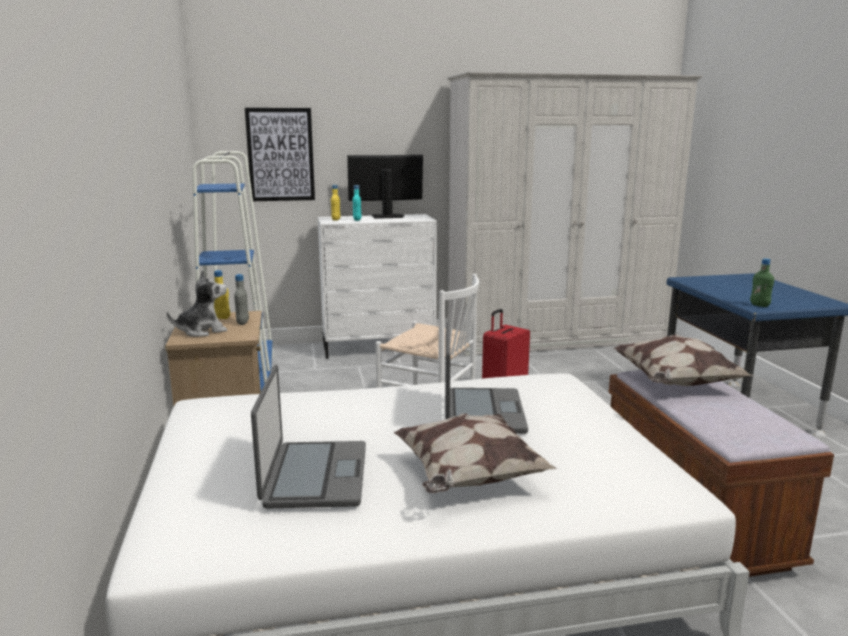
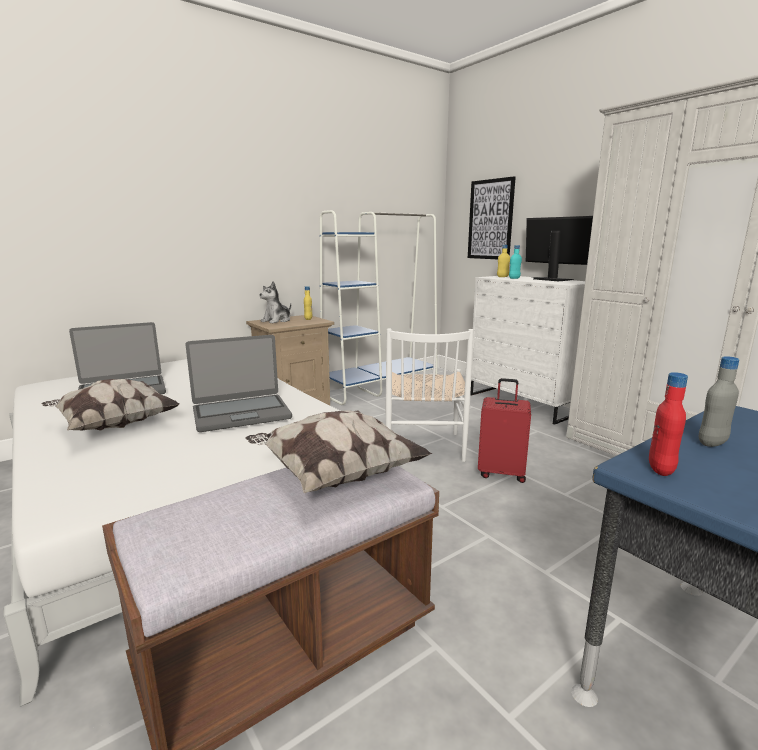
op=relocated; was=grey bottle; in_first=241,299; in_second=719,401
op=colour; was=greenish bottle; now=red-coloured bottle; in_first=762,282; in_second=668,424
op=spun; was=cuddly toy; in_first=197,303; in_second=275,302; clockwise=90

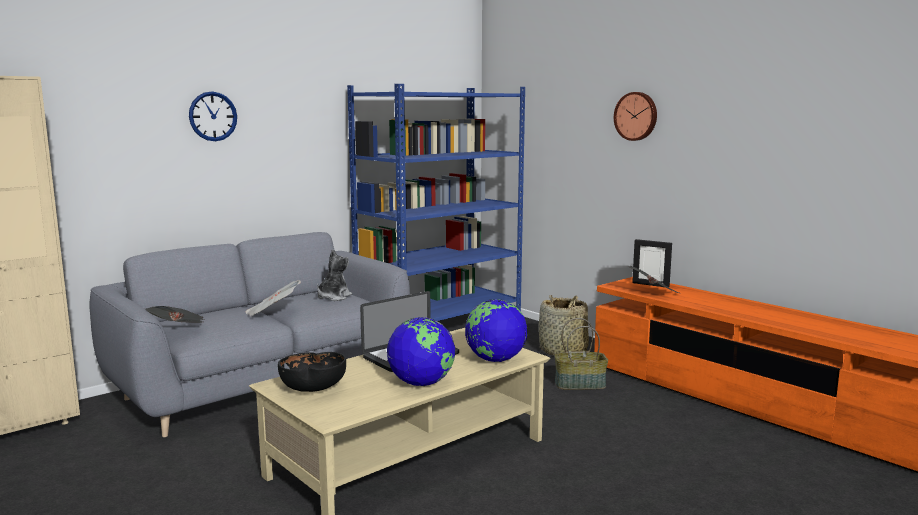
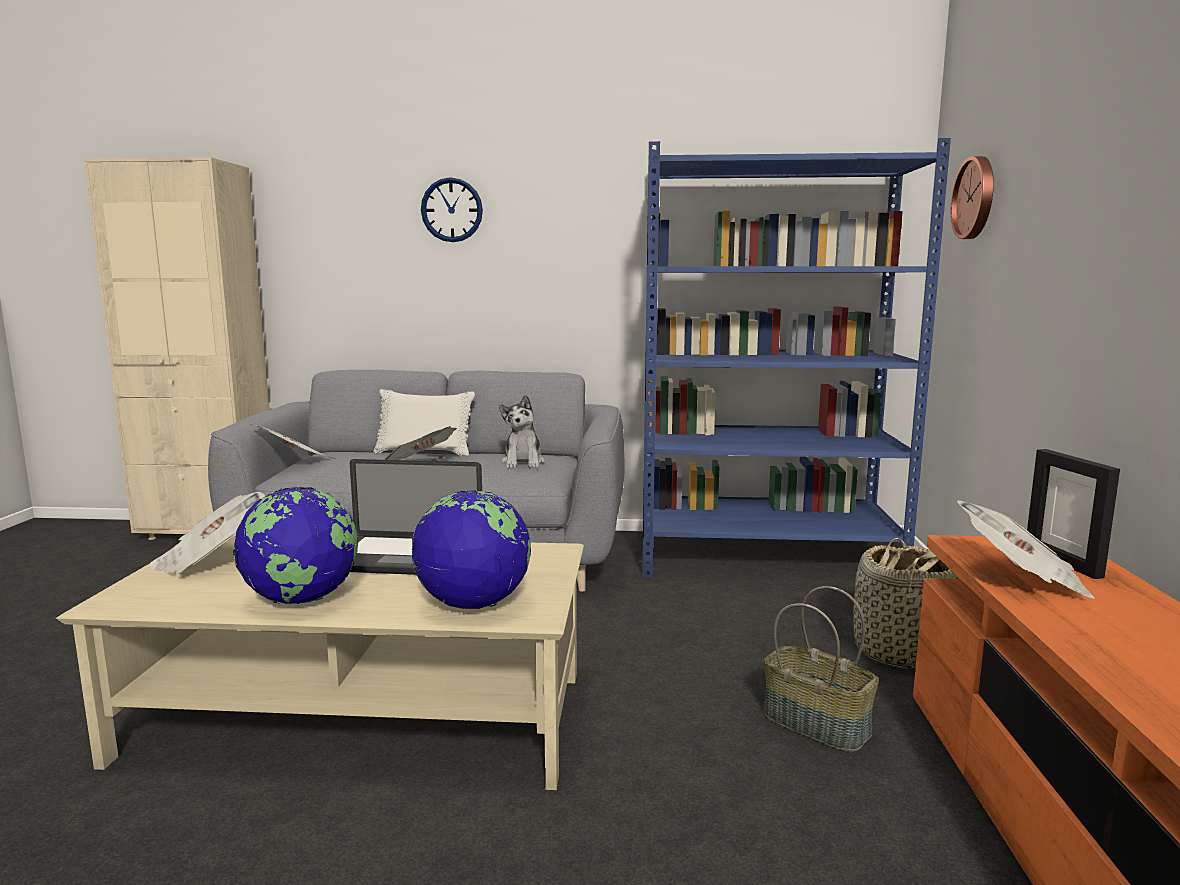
op=appeared; now=whitish cushion; in_second=424,423
op=relocated; was=clock on the wall; in_first=635,116; in_second=972,197
op=exchanged; was=black deep dish; now=newspaper; in_first=312,372; in_second=207,533
op=spun; was=cuddly toy; in_first=334,275; in_second=522,432; clockwise=105

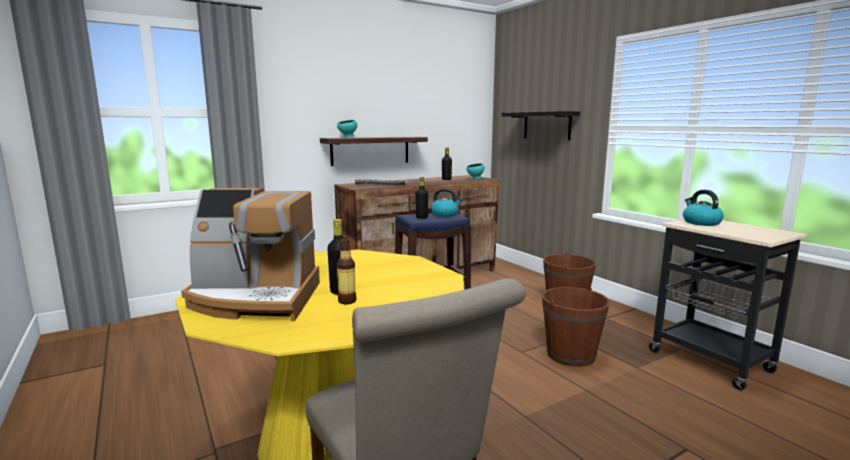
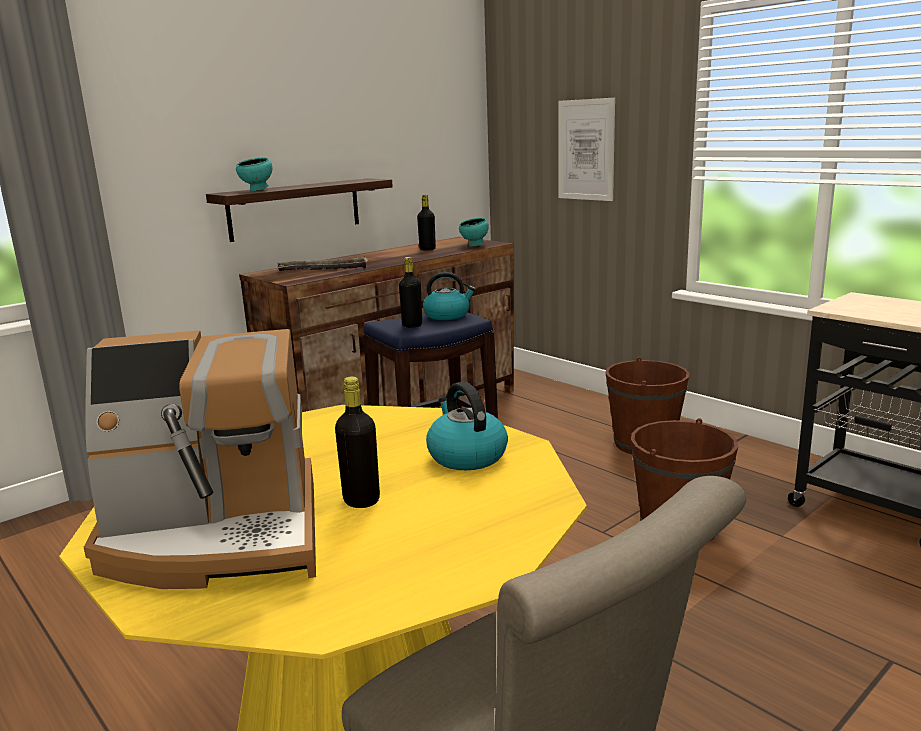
op=missing; was=bottle; in_first=346,270
op=relocated; was=tea kettle; in_first=703,208; in_second=467,426
op=exchanged; was=black bracket shelf; now=wall art; in_first=541,125; in_second=586,149

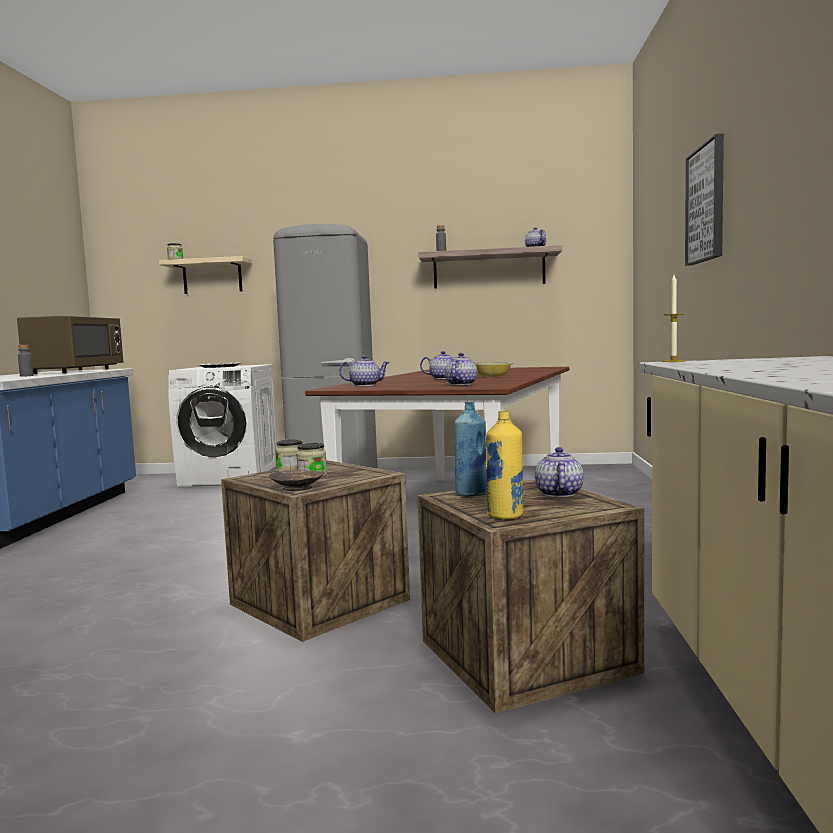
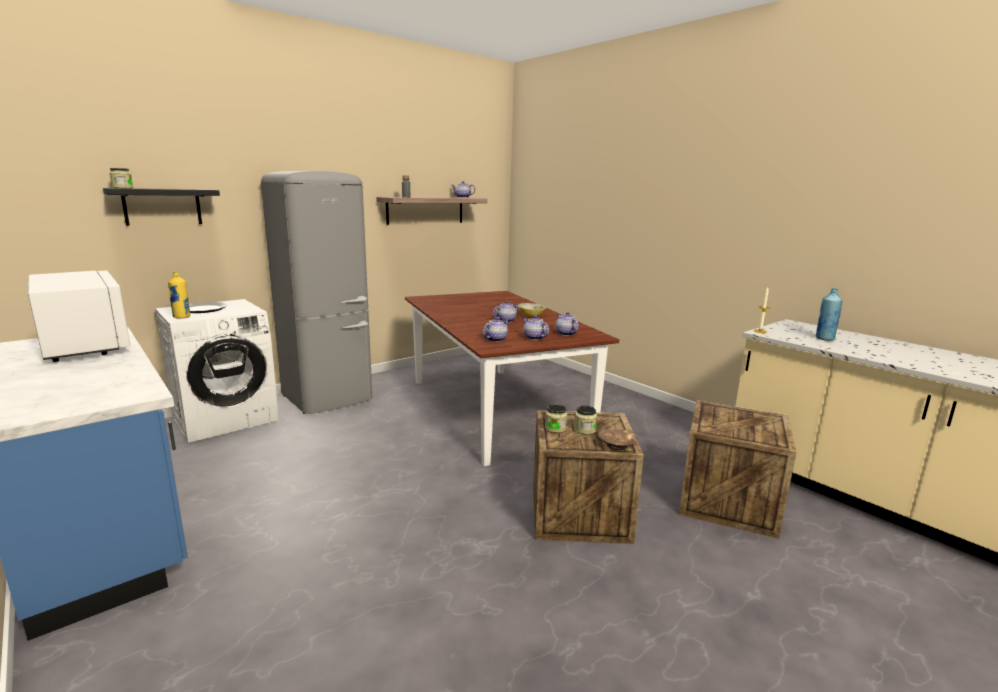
op=missing; was=grey bottle; in_first=26,361
op=missing; was=wall art; in_first=704,199
op=relocated; was=blue-coloured bottle; in_first=470,449; in_second=829,314
op=relocated; was=yellowish bottle; in_first=504,465; in_second=179,295
op=relocated; was=tea pot; in_first=559,472; in_second=536,328
op=colour; was=brownish microwave; now=whitish microwave; in_first=70,345; in_second=79,316
op=colour; was=beige bracket shelf; now=black bracket shelf; in_first=205,275; in_second=161,207

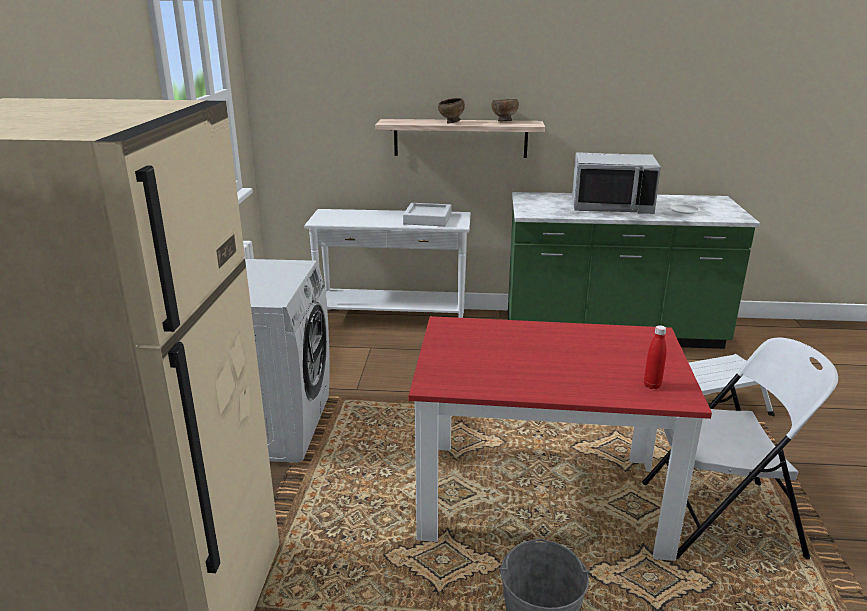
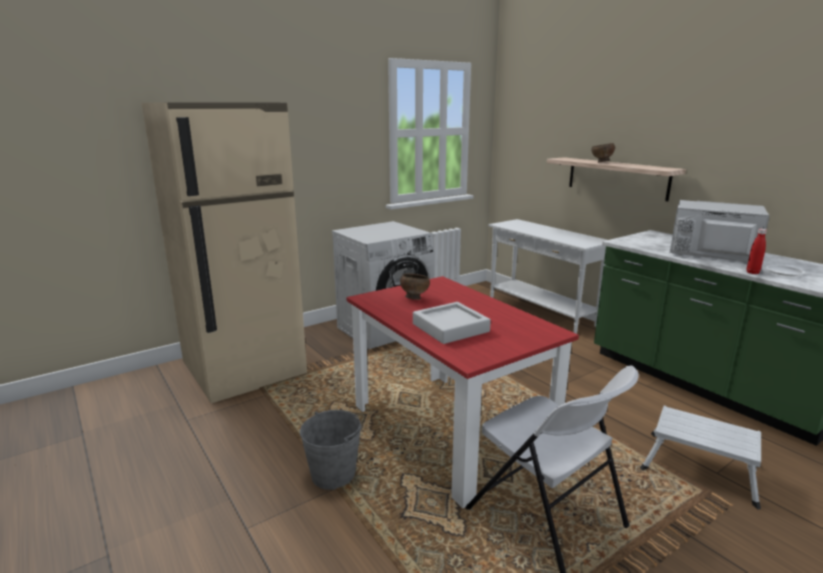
op=relocated; was=grey tray; in_first=427,214; in_second=452,323
op=relocated; was=brownish deep dish; in_first=505,110; in_second=415,287
op=relocated; was=red-coloured bottle; in_first=655,357; in_second=757,251
op=spun; was=grey microwave; in_first=616,183; in_second=719,231; clockwise=150

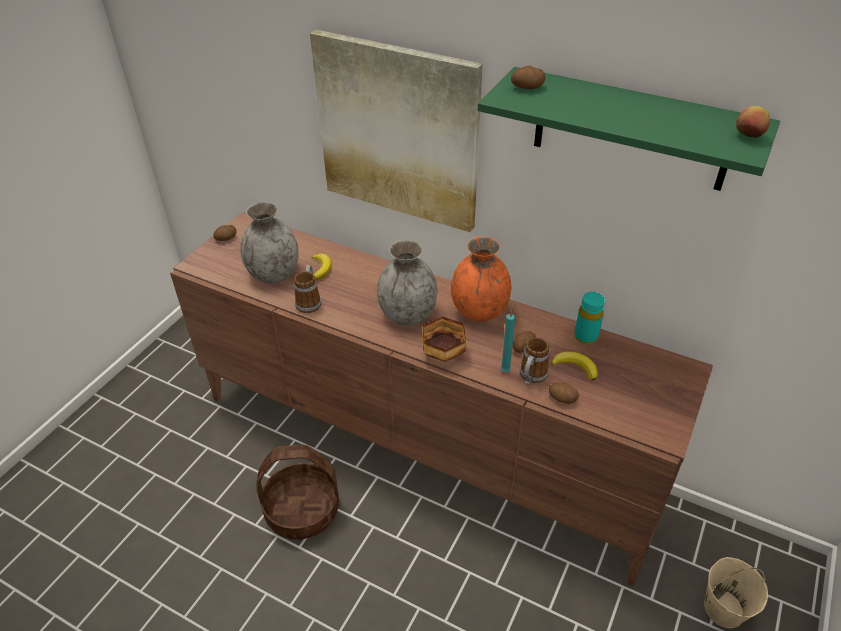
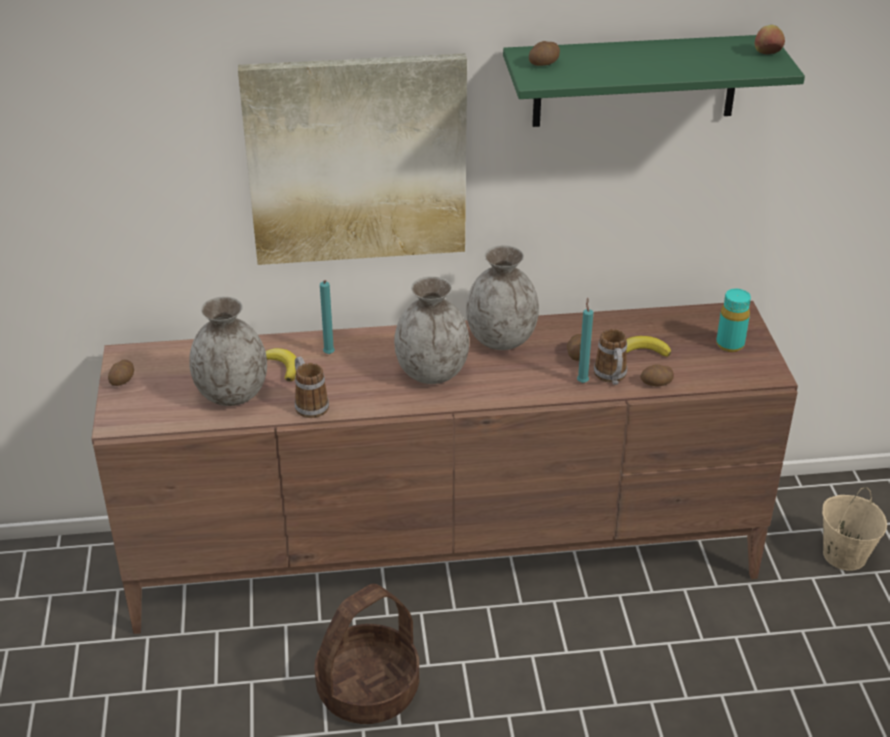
op=missing; was=deep dish; in_first=444,339
op=appeared; now=blue-green wax light; in_second=327,317
op=relocated; was=blue-green bottle; in_first=589,318; in_second=733,320
op=colour; was=orange flower vase; now=grey flower vase; in_first=481,279; in_second=502,297

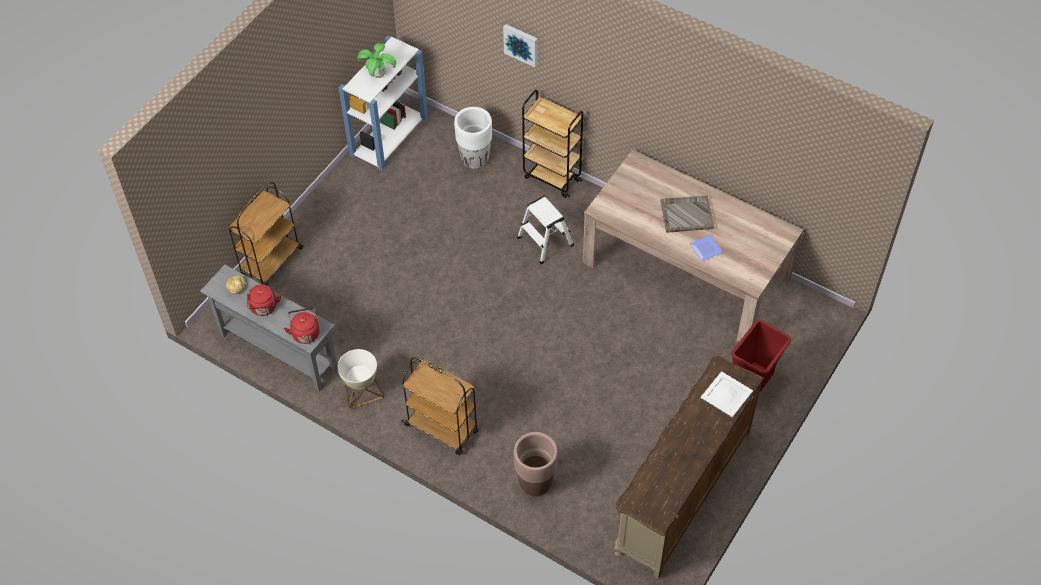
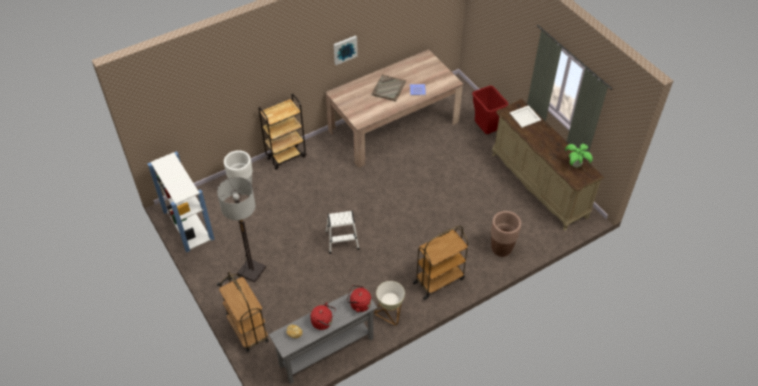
op=appeared; now=floor lamp; in_second=241,232
op=relocated; was=potted plant; in_first=376,60; in_second=579,156
op=relocated; was=wall art; in_first=520,45; in_second=346,50
op=relocated; was=whitish step ladder; in_first=545,230; in_second=342,232

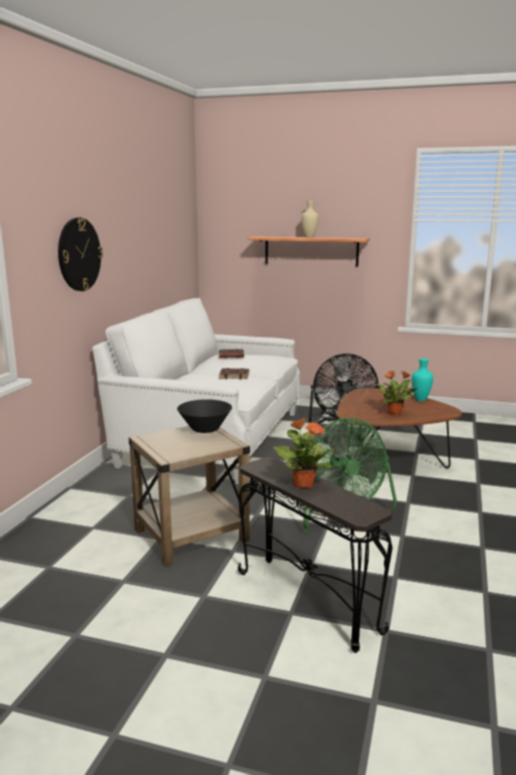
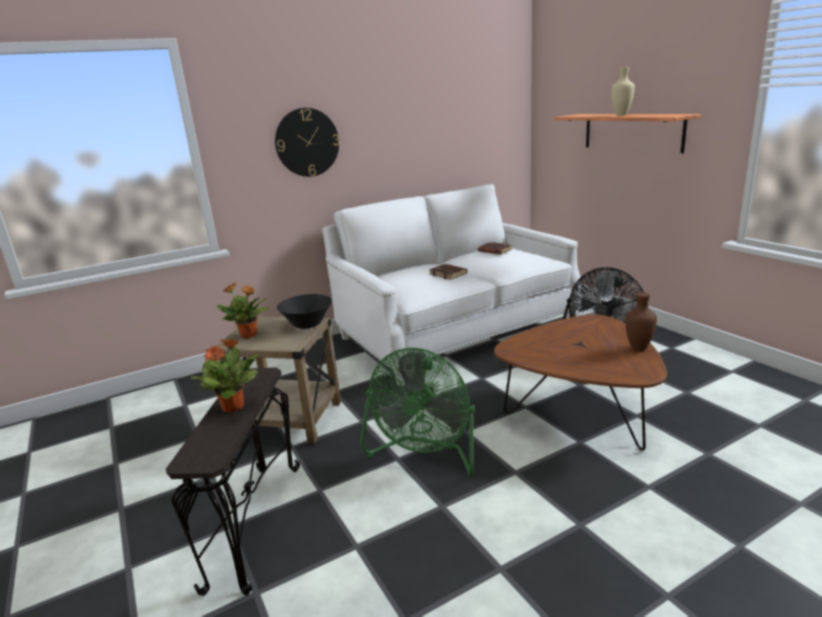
op=relocated; was=potted plant; in_first=396,393; in_second=243,310
op=colour; was=blue-green flower vase; now=brownish flower vase; in_first=422,379; in_second=641,321

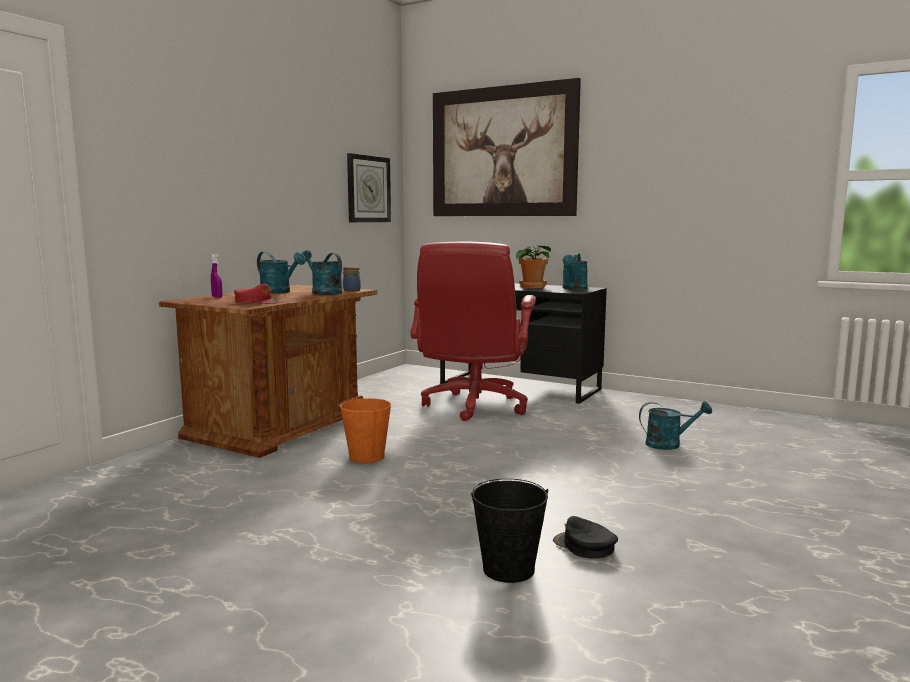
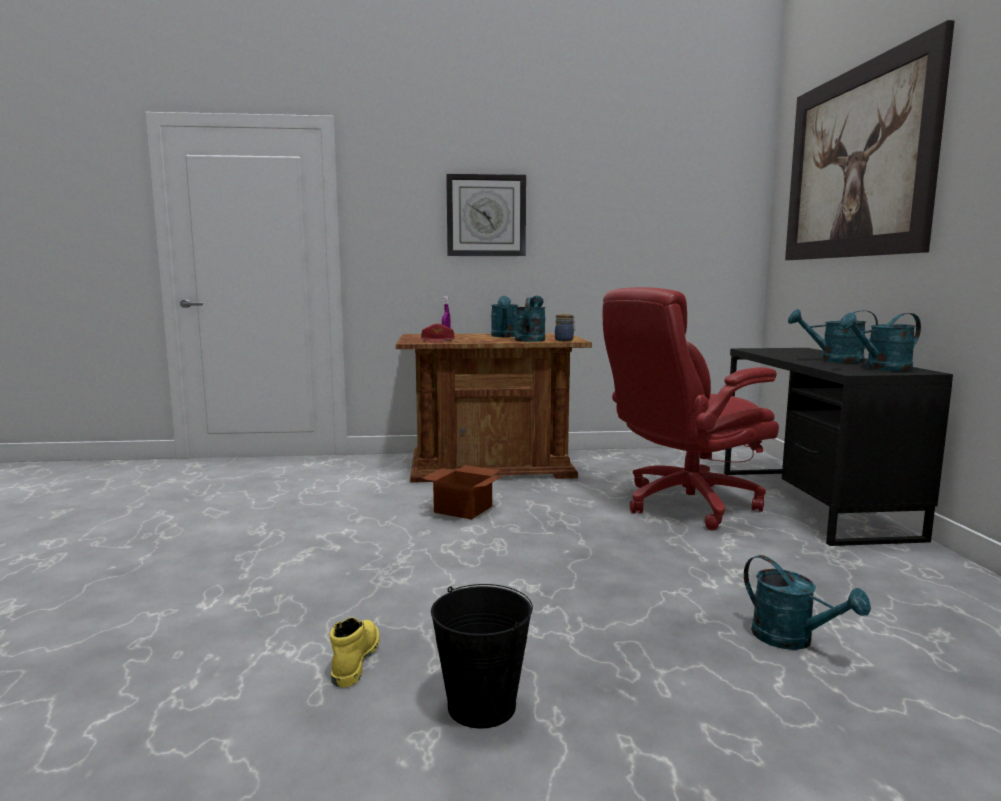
op=relocated; was=clock on the wall; in_first=369,187; in_second=486,215
op=relocated; was=black water bucket; in_first=509,531; in_second=482,656
op=exchanged; was=orange water bucket; now=cardboard box; in_first=365,429; in_second=463,492
op=exchanged; was=potted plant; now=blue-green watering pot; in_first=533,267; in_second=833,336
op=exchanged; was=black cap; now=yellowish boot; in_first=585,537; in_second=354,652

